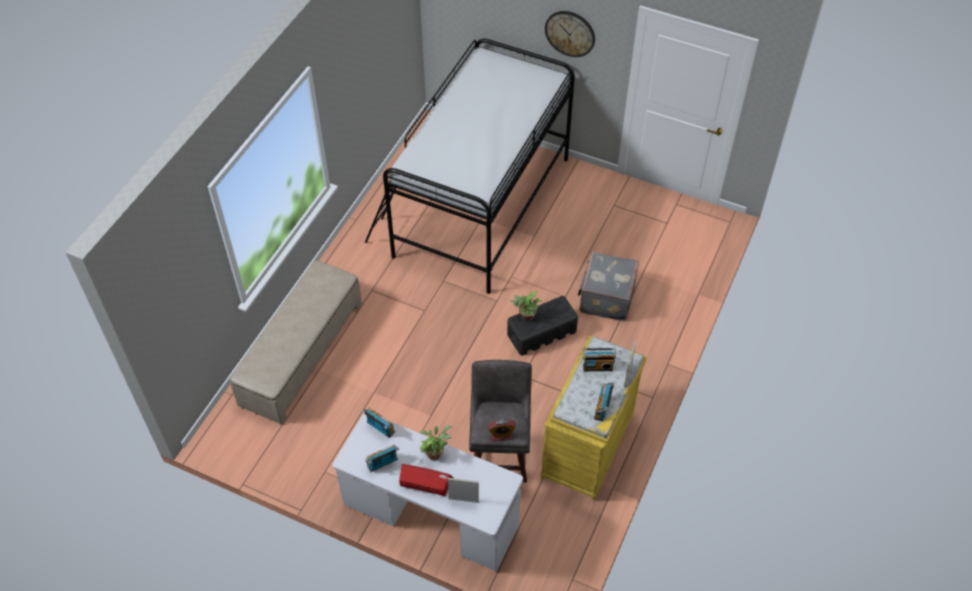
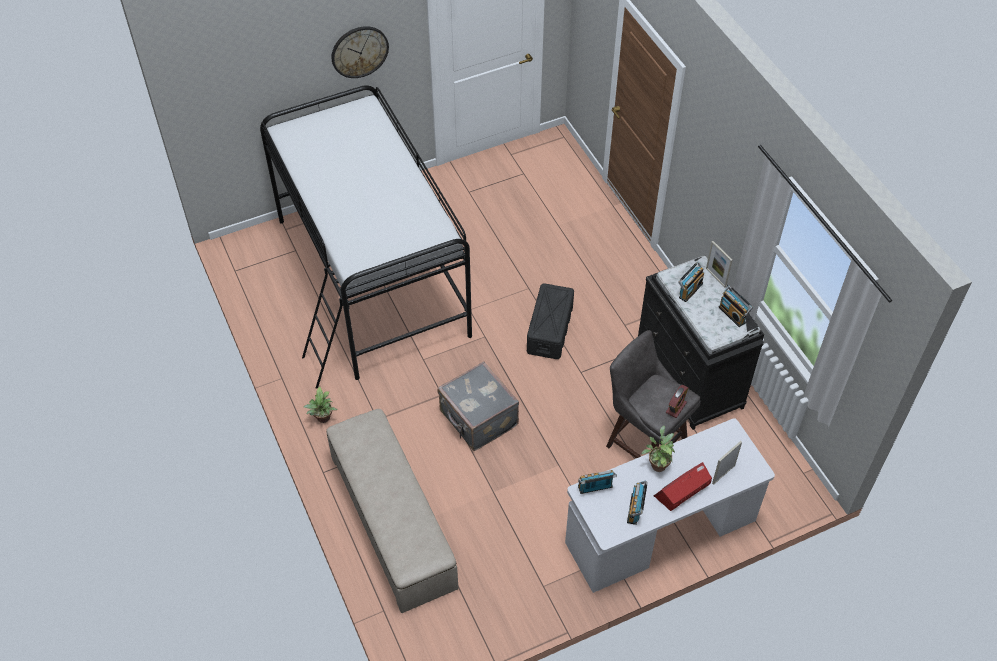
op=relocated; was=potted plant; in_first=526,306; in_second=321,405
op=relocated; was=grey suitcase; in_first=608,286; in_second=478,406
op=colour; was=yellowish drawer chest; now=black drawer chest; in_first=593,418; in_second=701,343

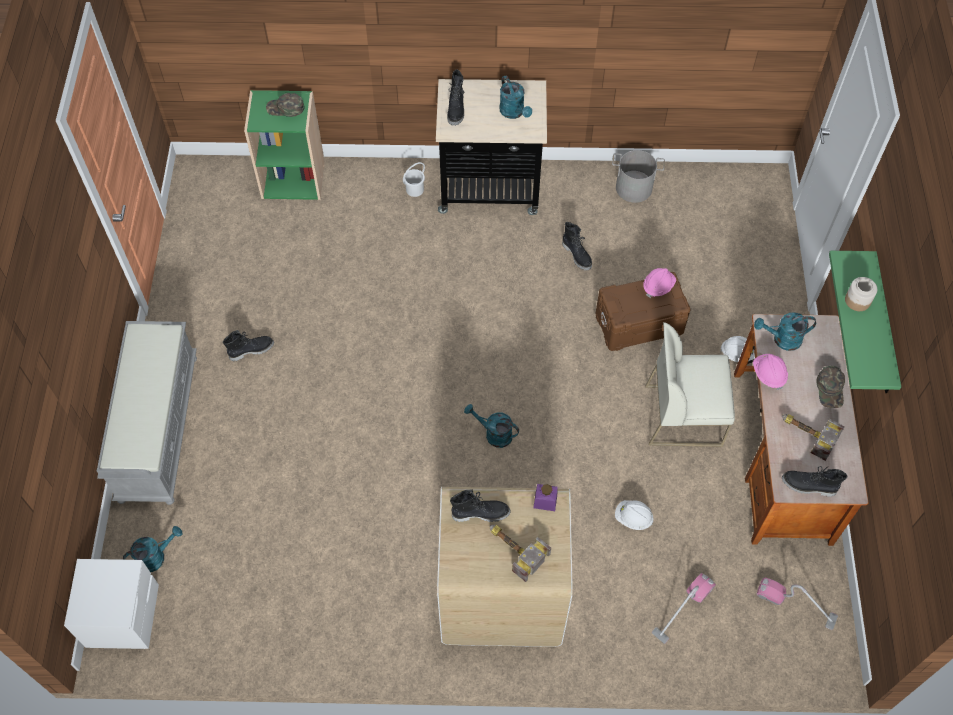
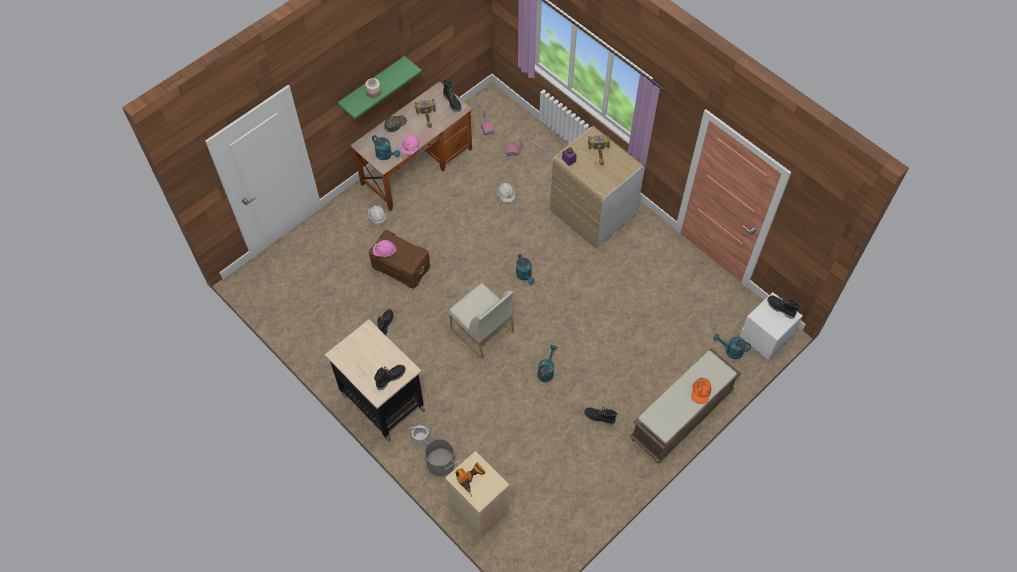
op=appeared; now=orange cap; in_second=701,391
op=relocated; was=black boot; in_first=480,506; in_second=783,307
op=relocated; was=blue-green watering pot; in_first=515,97; in_second=547,363
op=relocated; was=grey water bucket; in_first=638,176; in_second=439,455
op=relocated; was=whitish upright chair; in_first=690,384; in_second=481,321
op=exchanged; was=greenish cap; now=power drill; in_first=285,105; in_second=470,480
op=colour; was=grey indoor bench; now=brownish indoor bench; in_first=147,413; in_second=685,405
op=colour; was=greenish shelving unit; now=beige shelving unit; in_first=284,145; in_second=477,494

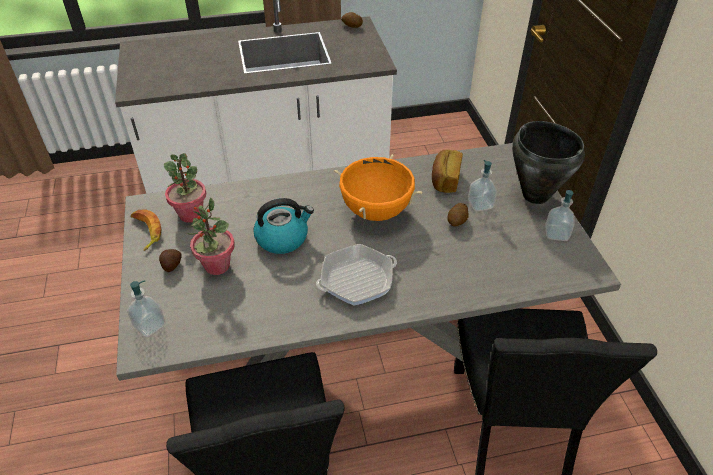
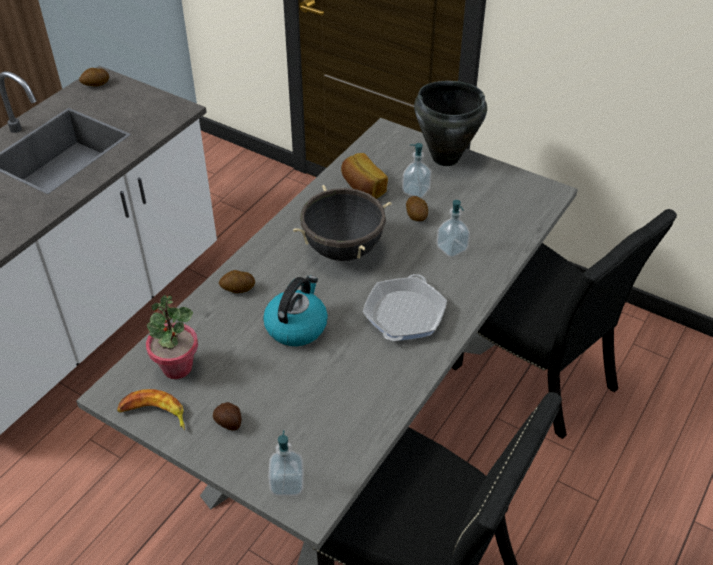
op=missing; was=potted plant; in_first=211,236
op=appeared; now=spud; in_second=237,281
op=relocated; was=liquid soap bottle; in_first=559,215; in_second=453,228
op=colour; was=orange cooking pot; now=black cooking pot; in_first=378,187; in_second=342,223

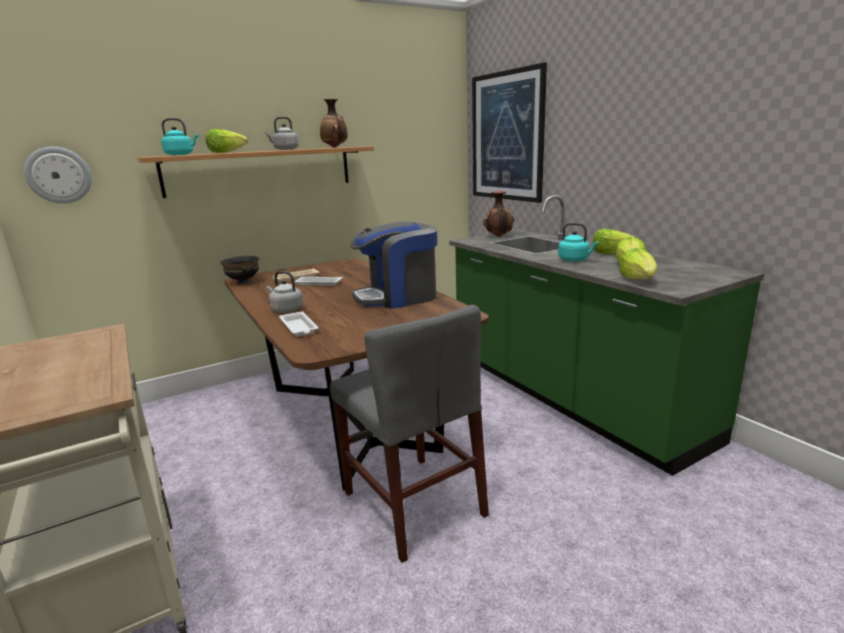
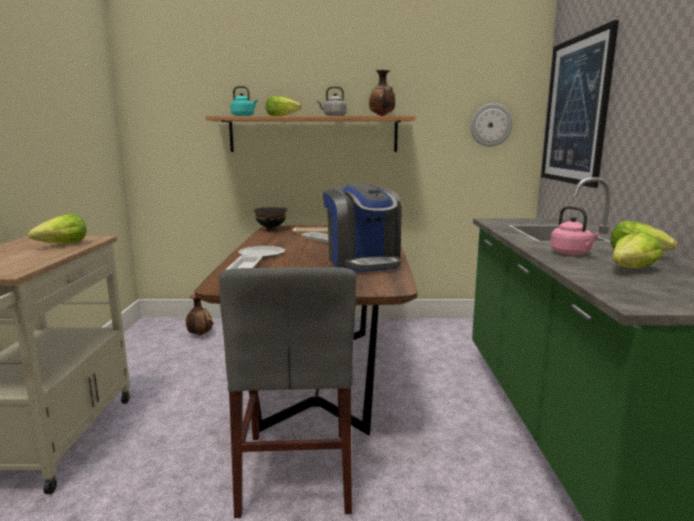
op=relocated; was=clock on the wall; in_first=58,175; in_second=492,125
op=relocated; was=flower vase; in_first=498,214; in_second=199,314
op=relocated; was=head of lettuce; in_first=638,264; in_second=57,229
op=exchanged; was=grey tea kettle; now=flat dish; in_first=285,292; in_second=261,252
op=colour; was=blue-green tea kettle; now=pink-coloured tea kettle; in_first=578,242; in_second=575,230
op=spun; was=coffee machine; in_first=393,265; in_second=362,227; clockwise=-120

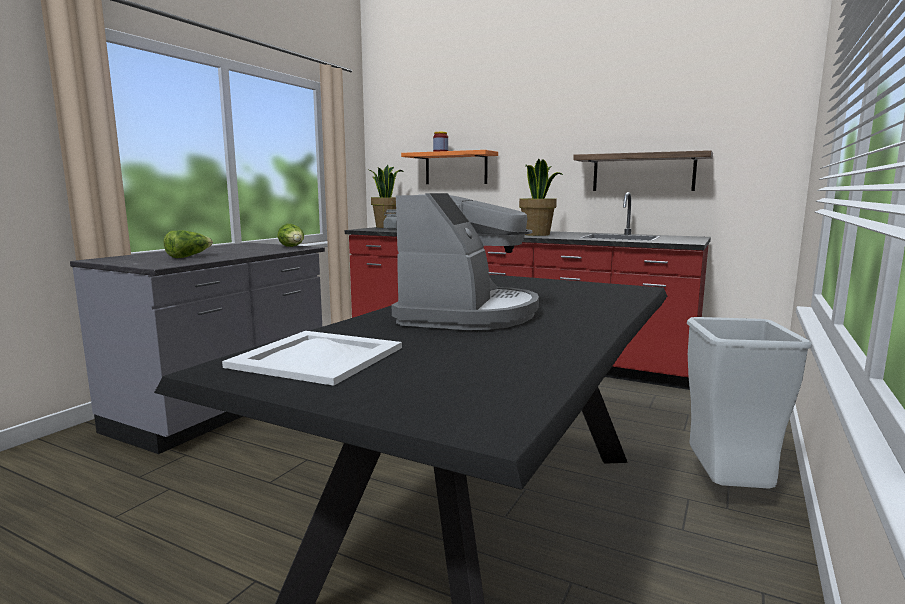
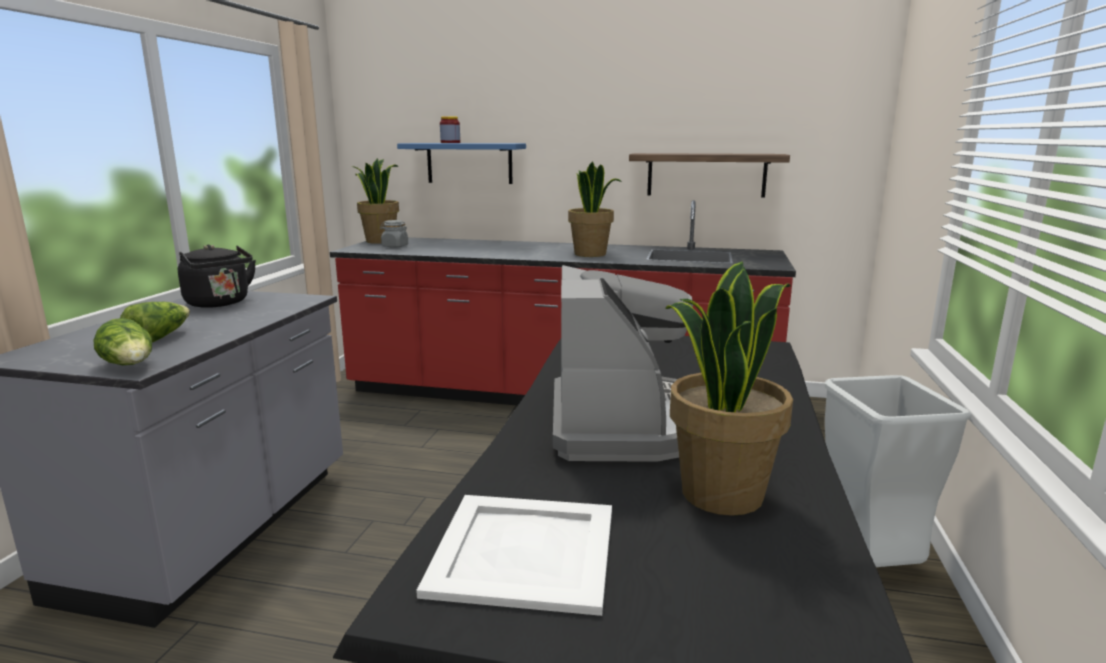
op=appeared; now=black tea kettle; in_second=217,276
op=appeared; now=potted plant; in_second=729,388
op=relocated; was=head of lettuce; in_first=291,235; in_second=122,341
op=colour; was=orange bracket shelf; now=blue-coloured bracket shelf; in_first=449,167; in_second=461,163

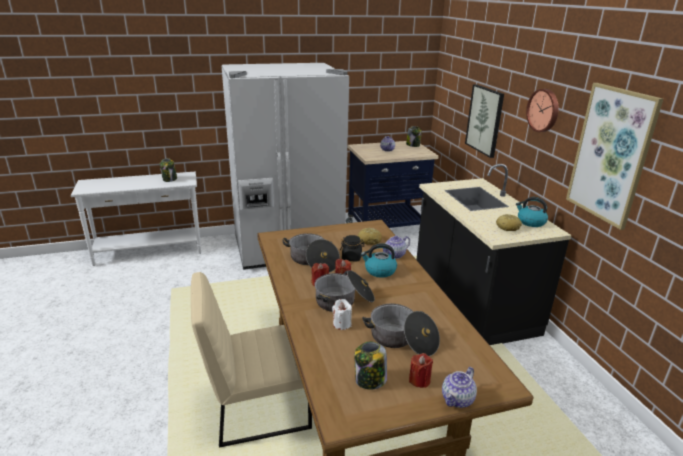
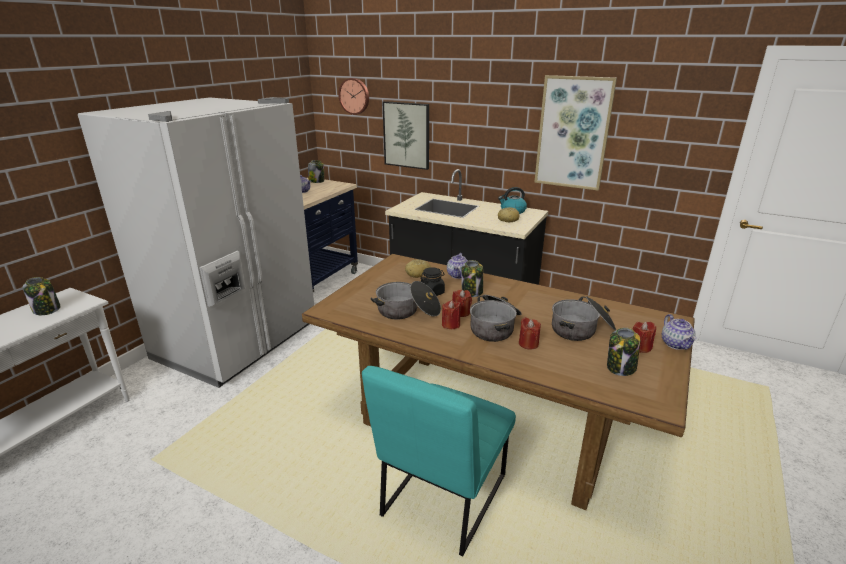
op=relocated; was=clock on the wall; in_first=542,110; in_second=353,96
op=exchanged; was=tea kettle; now=preserve jar; in_first=379,260; in_second=472,278
op=colour; was=beige upright chair; now=blue-green upright chair; in_first=251,360; in_second=439,461
op=colour; was=whitish wax light; now=red-coloured wax light; in_first=342,314; in_second=530,333

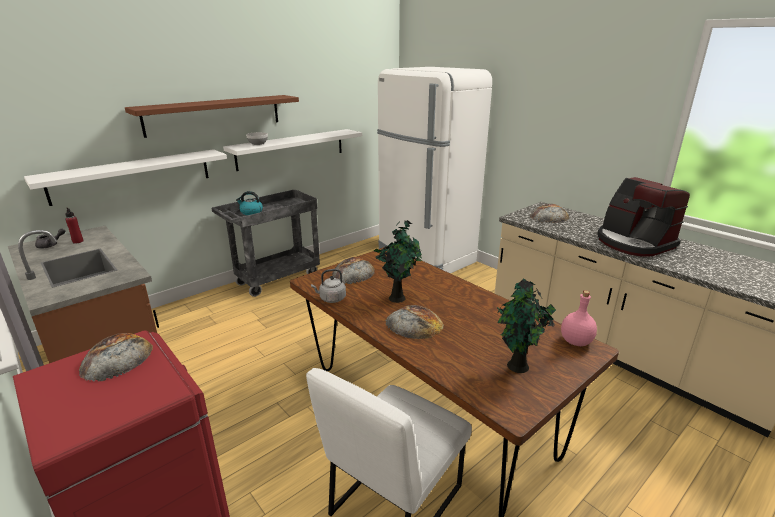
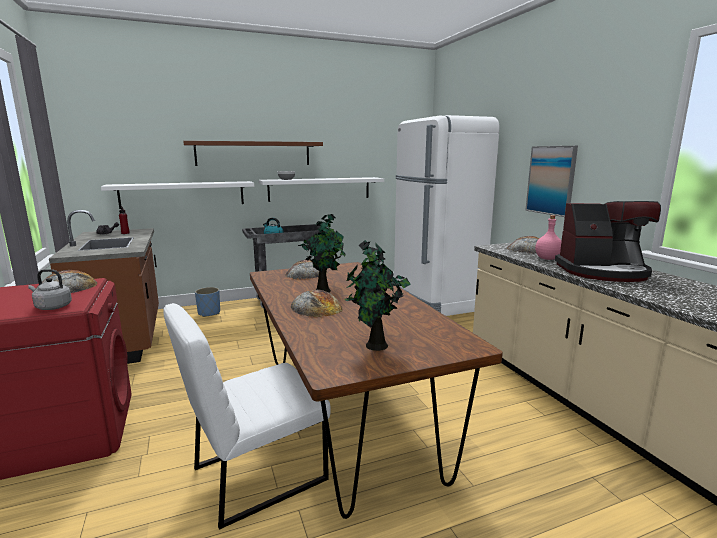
op=appeared; now=blue-coloured plant pot; in_second=207,302
op=appeared; now=wall art; in_second=551,181
op=relocated; was=grey tea kettle; in_first=328,286; in_second=50,289
op=relocated; was=pink-coloured bottle; in_first=579,318; in_second=548,237
op=spun; was=coffee machine; in_first=644,217; in_second=608,241; clockwise=-75

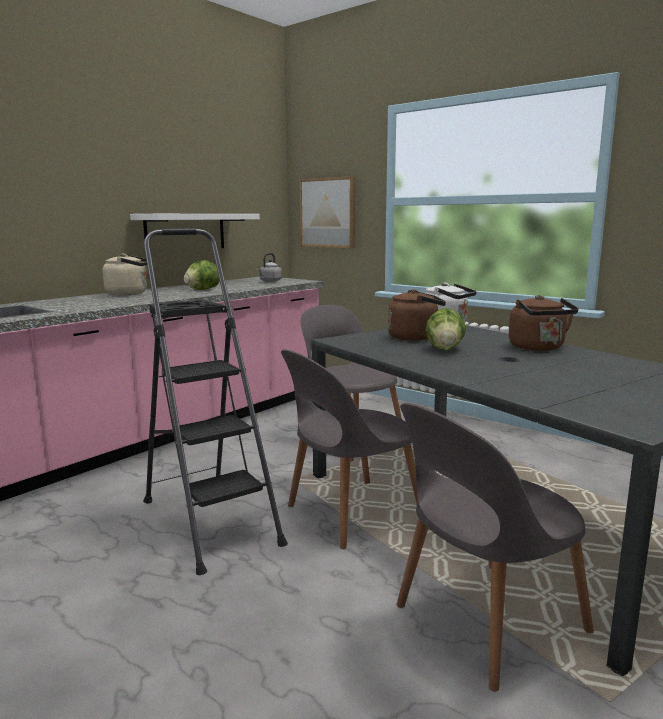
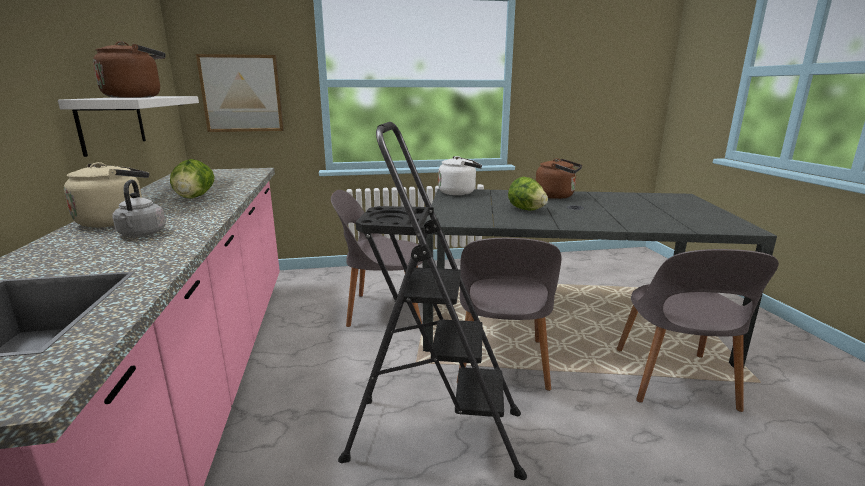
op=relocated; was=grey tea kettle; in_first=269,267; in_second=139,208
op=relocated; was=brownish tea kettle; in_first=416,315; in_second=129,69

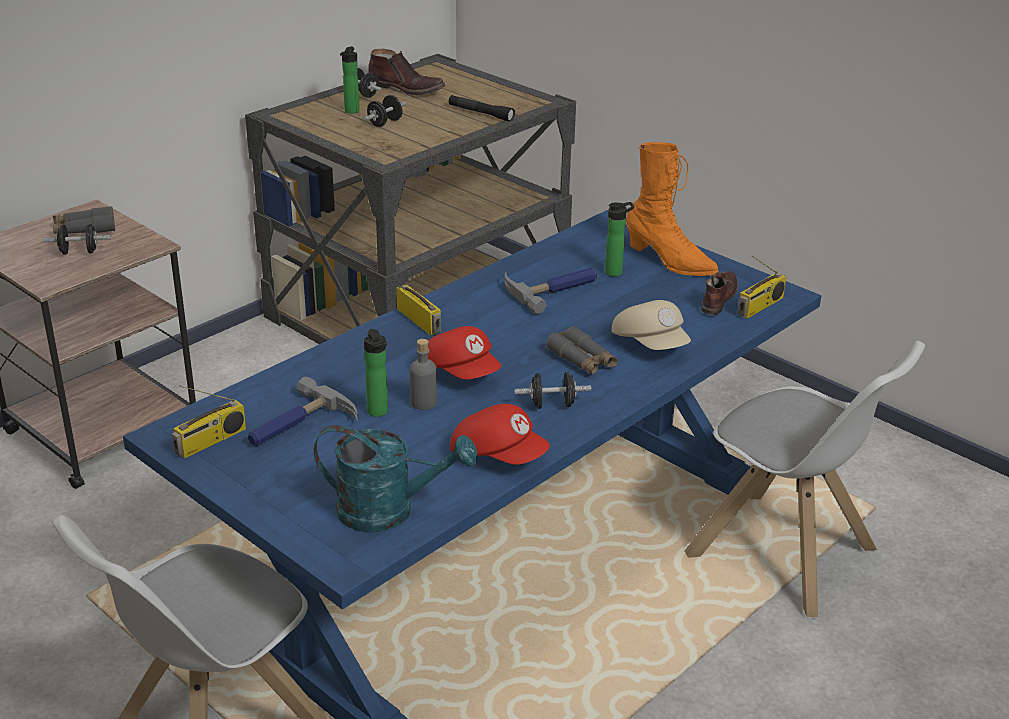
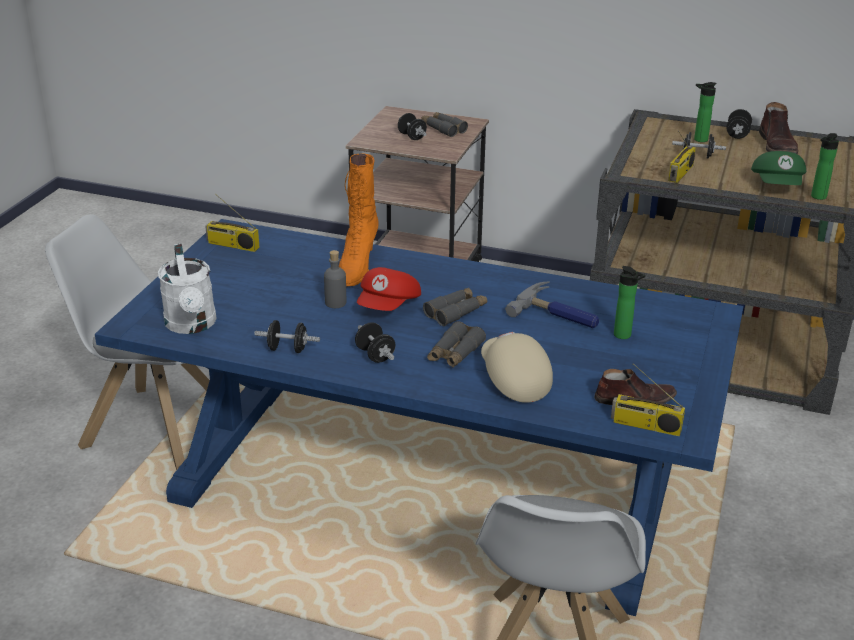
op=missing; was=hammer; in_first=303,411
op=appeared; now=grey field glasses; in_second=455,307
op=relocated; was=bottle; in_first=376,373; in_second=825,166
op=relocated; was=radio; in_first=418,304; in_second=682,157
op=relocated; was=orange boot; in_first=672,209; in_second=358,219
op=exchanged; was=black torch; now=greenish cap; in_first=482,108; in_second=778,168
op=exchanged; was=red-coloured cap; now=black hand weight; in_first=500,434; in_second=287,336
op=colour; was=blue-green watering pot; now=whitish watering pot; in_first=395,479; in_second=187,288
op=spun; was=beige cap; in_first=651,325; in_second=517,367; clockwise=120

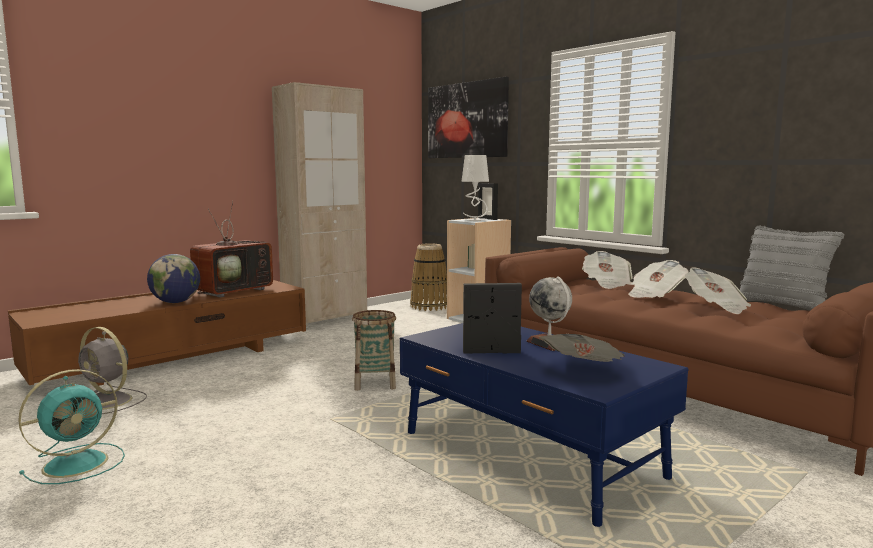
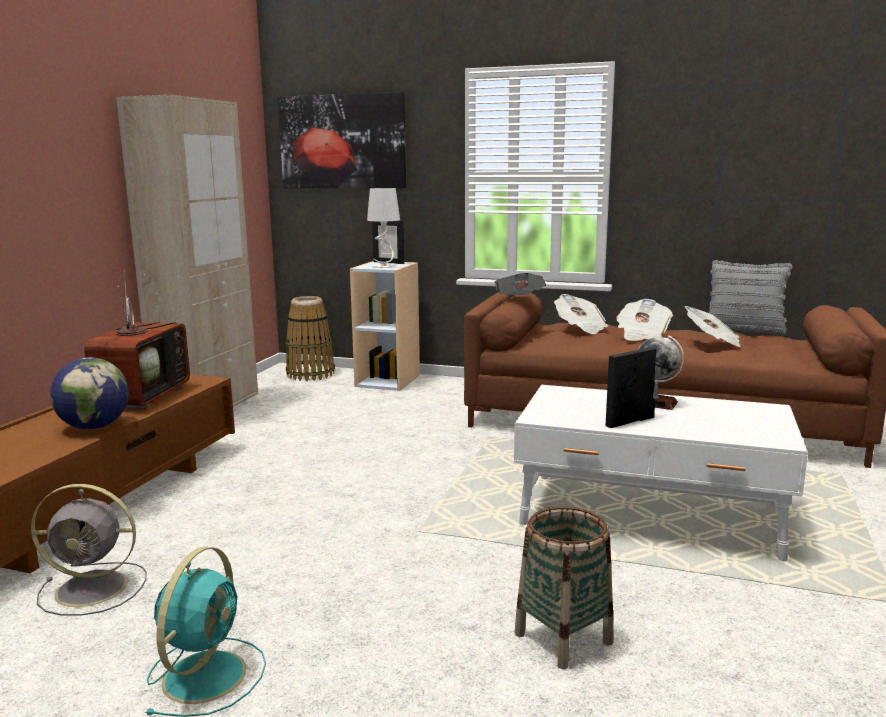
op=relocated; was=household basket; in_first=374,350; in_second=564,588
op=relocated; was=newspaper; in_first=582,348; in_second=520,284
op=colour; was=blue-coloured coffee table; now=whitish coffee table; in_first=544,425; in_second=661,473

